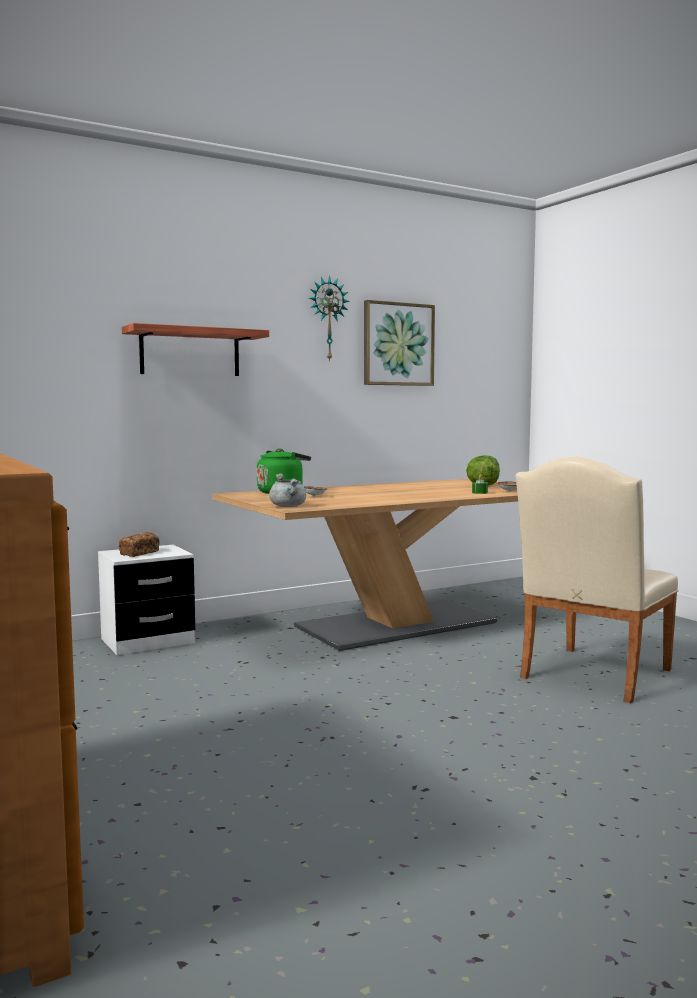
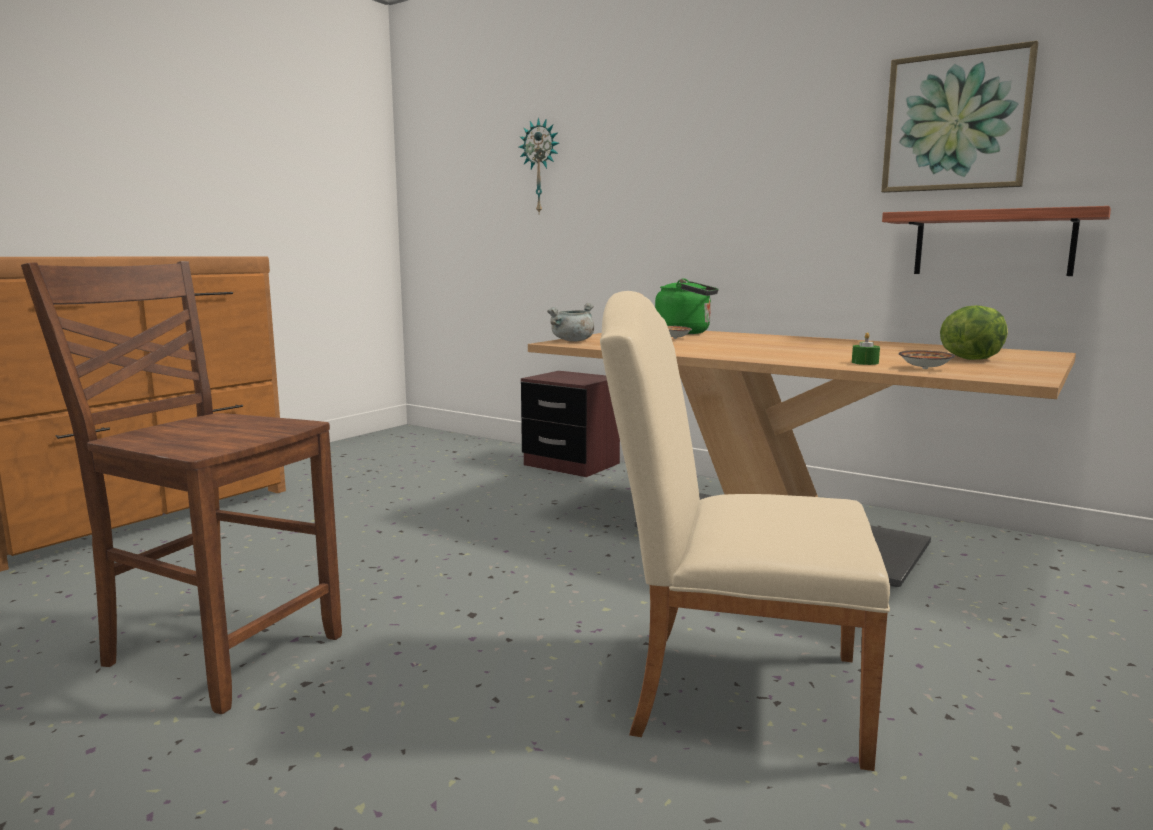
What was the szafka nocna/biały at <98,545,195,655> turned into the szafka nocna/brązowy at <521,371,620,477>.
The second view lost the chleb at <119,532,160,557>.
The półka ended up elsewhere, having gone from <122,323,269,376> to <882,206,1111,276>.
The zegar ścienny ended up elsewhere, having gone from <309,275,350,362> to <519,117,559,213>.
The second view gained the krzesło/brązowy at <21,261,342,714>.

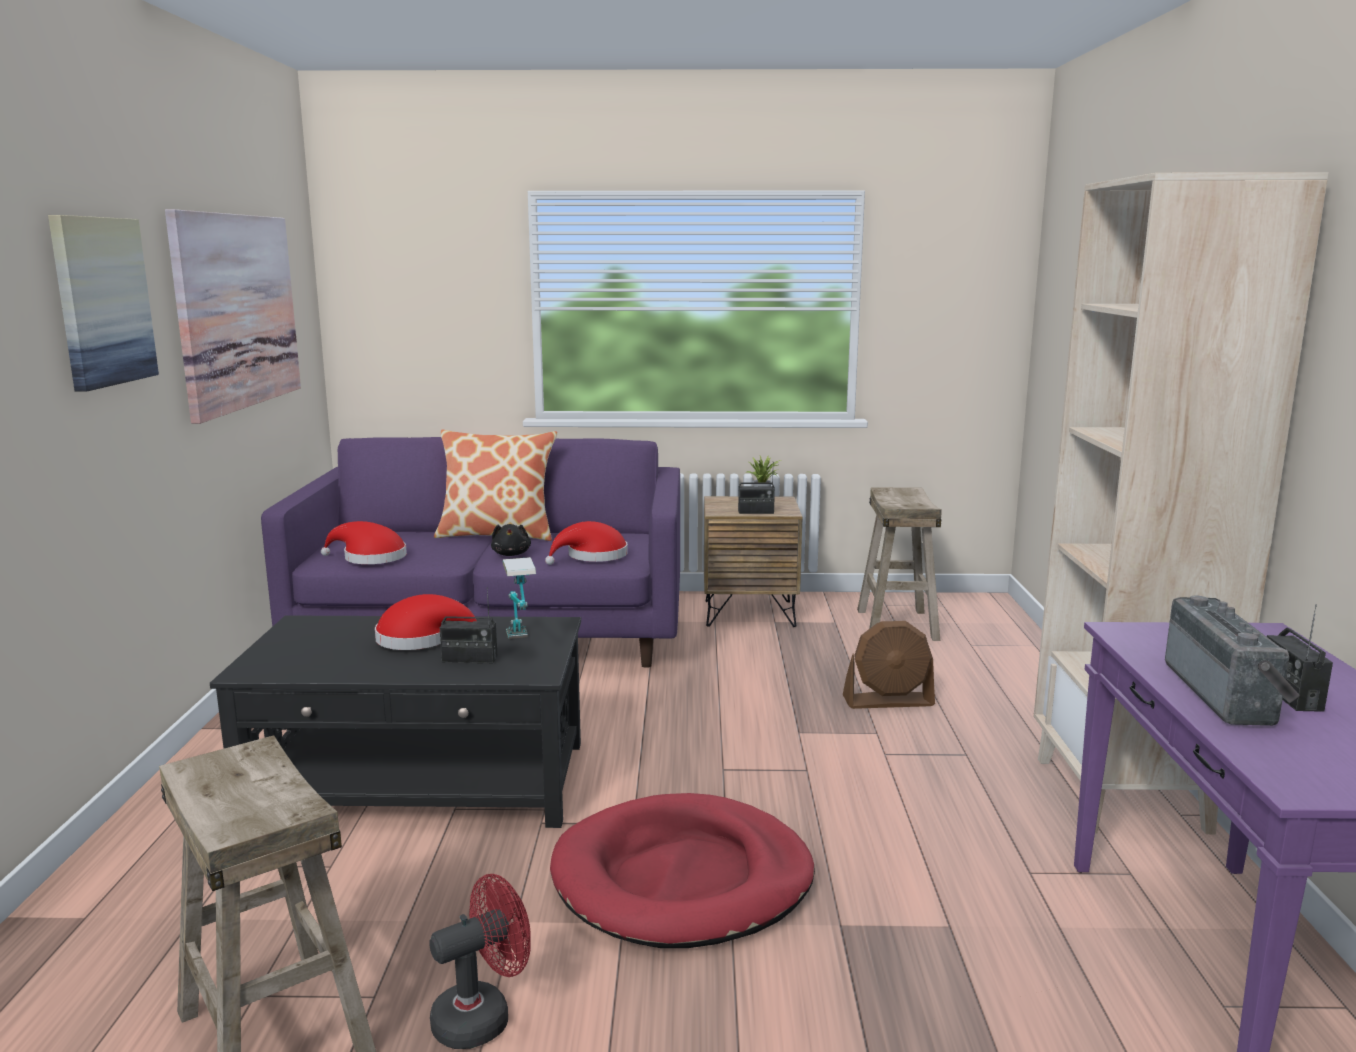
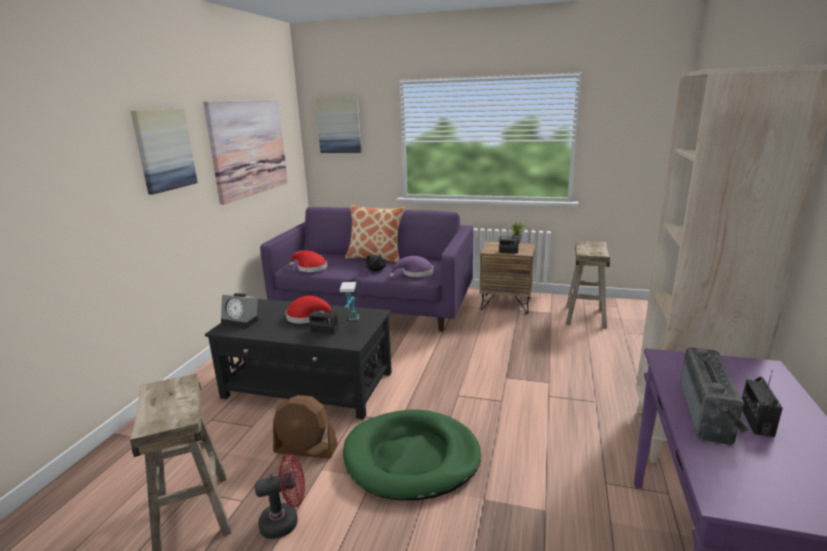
What was the kapelusz/czerwony at <545,521,628,565> turned into the kapelusz/fioletowy at <390,256,433,277>.
What was the legowisko/czerwony at <550,793,815,948> turned into the legowisko/zielony at <343,410,481,501>.
The wentylator/brązowy ended up elsewhere, having gone from <843,621,935,709> to <273,395,338,459>.
The second view gained the budzik at <221,293,259,329>.
The second view gained the obraz at <316,98,362,153>.

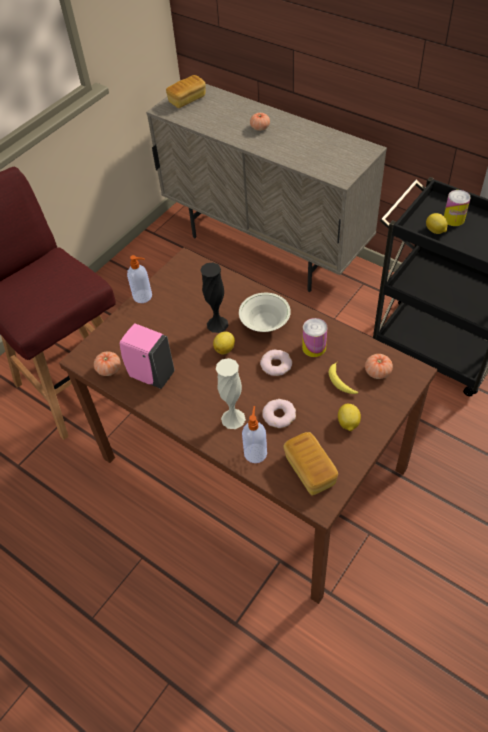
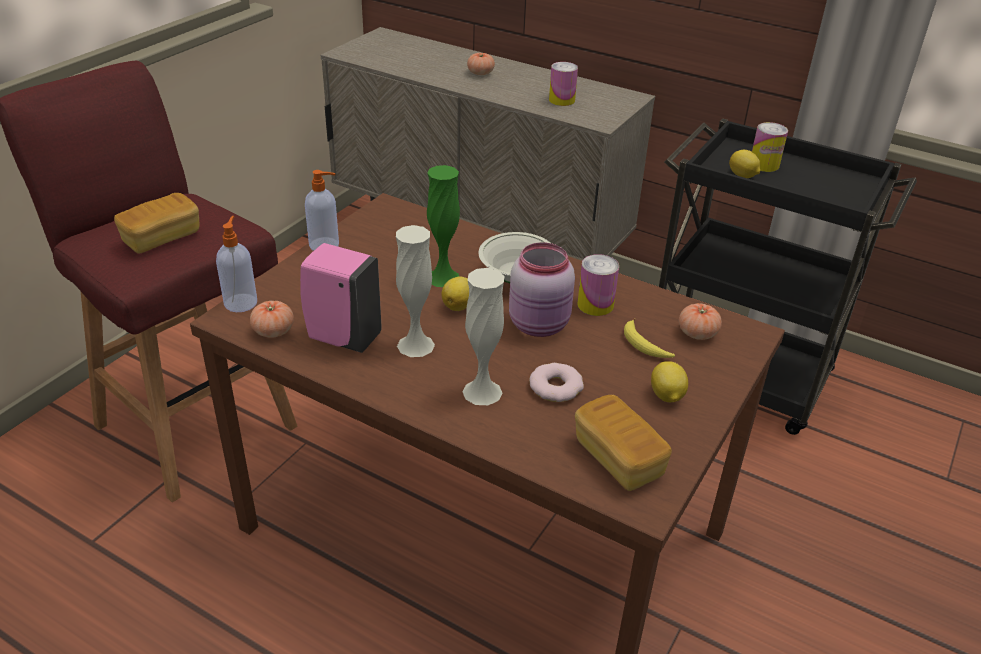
The chleb ended up elsewhere, having gone from <166,75,206,108> to <114,193,200,254>.
What was the wazon/czarny at <200,263,229,333> turned into the wazon/zielony at <427,165,460,287>.
The dozownik mydła ended up elsewhere, having gone from <242,406,267,463> to <216,216,257,312>.
Where the donut stood at <260,350,292,376>, the słoik/różowy came to stand at <509,242,575,337>.
The second view gained the wazon/biały at <396,225,435,357>.
The second view gained the puszka at <549,62,578,106>.

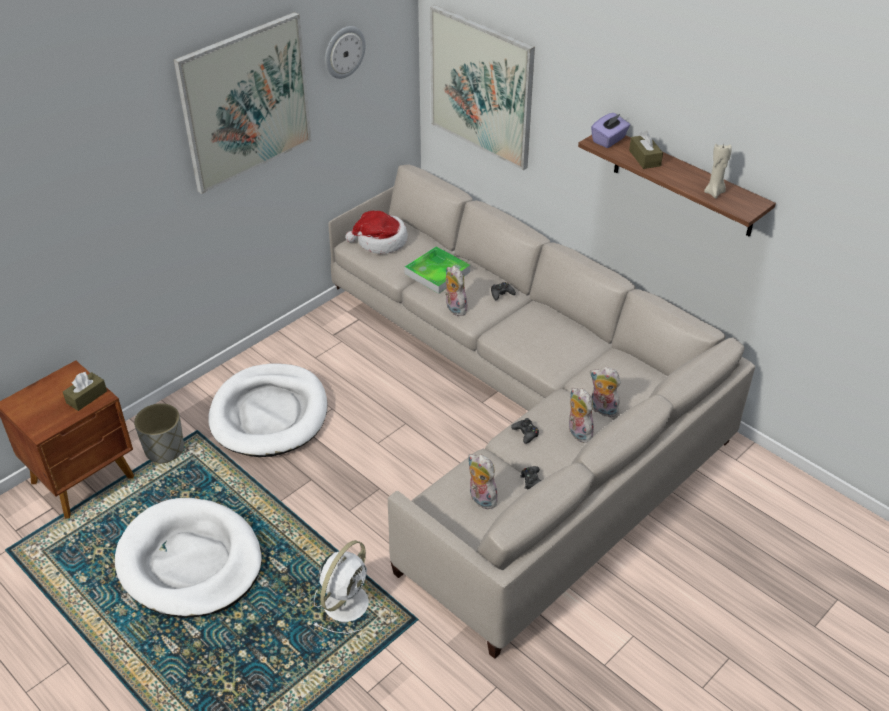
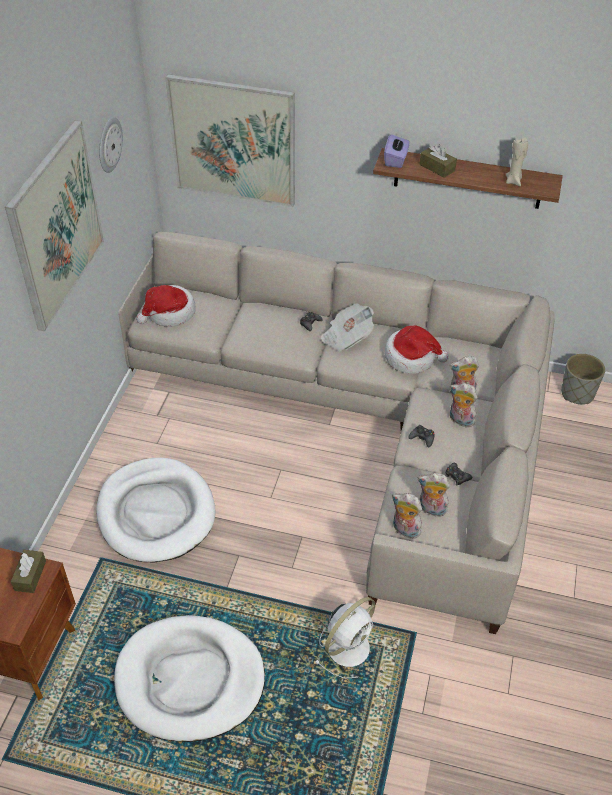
The donica/szary ended up elsewhere, having gone from <134,403,184,463> to <561,354,605,404>.
The wentylator/biały at <313,540,369,634> ended up facing another way, 45 degrees clockwise from before.
The second view lost the taca at <404,246,470,294>.
The pluszak ended up elsewhere, having gone from <444,266,468,316> to <392,493,422,539>.
The second view gained the gazeta at <321,303,374,352>.
The second view gained the kapelusz at <384,326,449,374>.

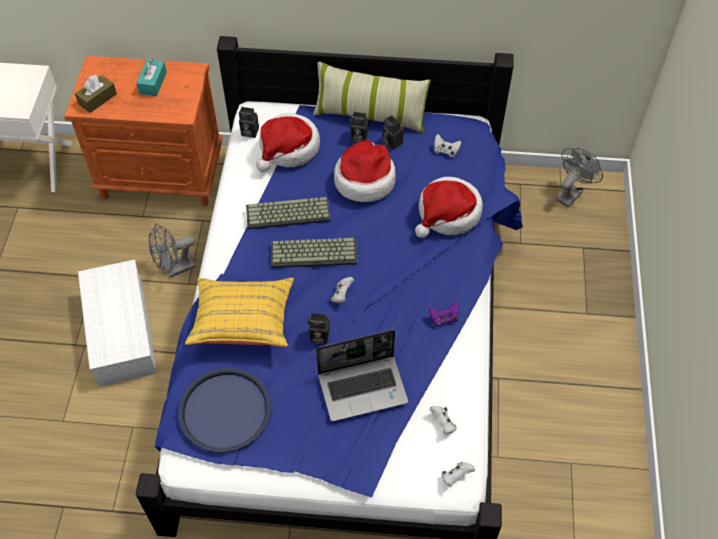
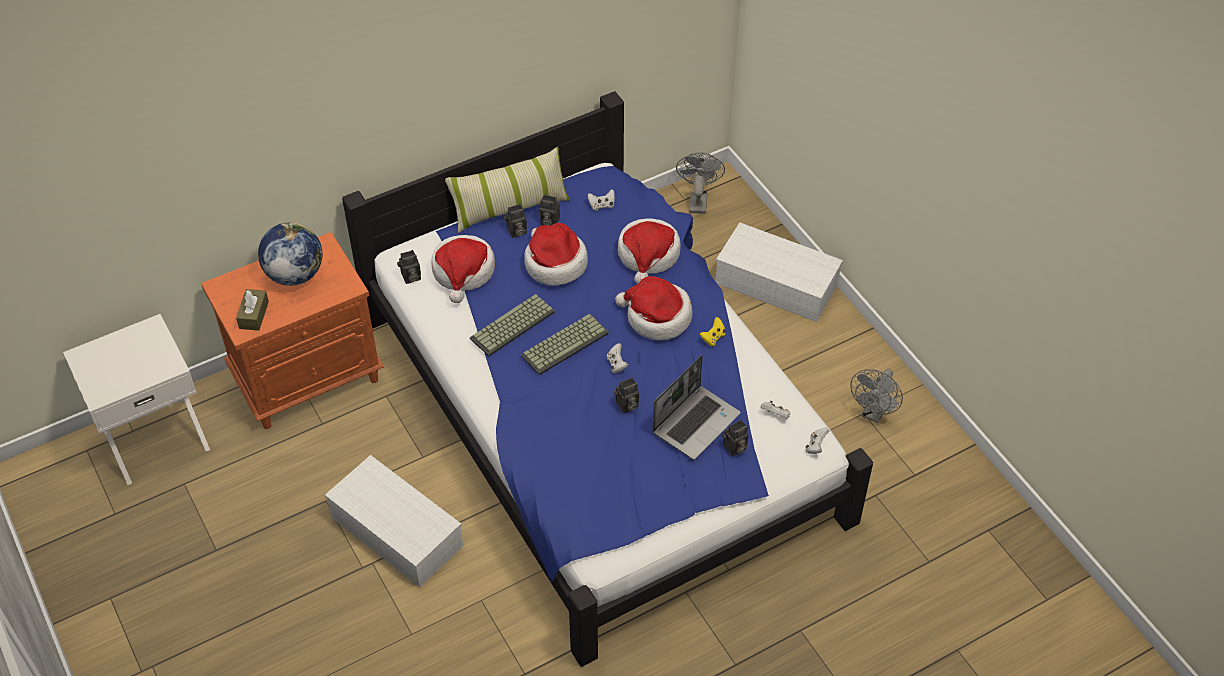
Where the pudełko chusteczek/turkusowy stood at <136,59,167,96>, the globus came to stand at <258,222,323,286>.
The wentylator/szary ended up elsewhere, having gone from <148,223,196,278> to <850,369,903,423>.
The second view lost the taca/niebieski at <178,368,271,453>.
The second view lost the poduszka/żółty at <185,278,294,347>.
What was the pad do gier/fioletowy at <429,301,459,327> turned into the pad do gier/żółty at <700,317,726,346>.
The second view gained the kapelusz at <615,276,692,340>.
The second view gained the pojemnik do przechowywania/biały at <716,222,843,322>.
The second view gained the aparat fotograficzny at <722,420,749,456>.

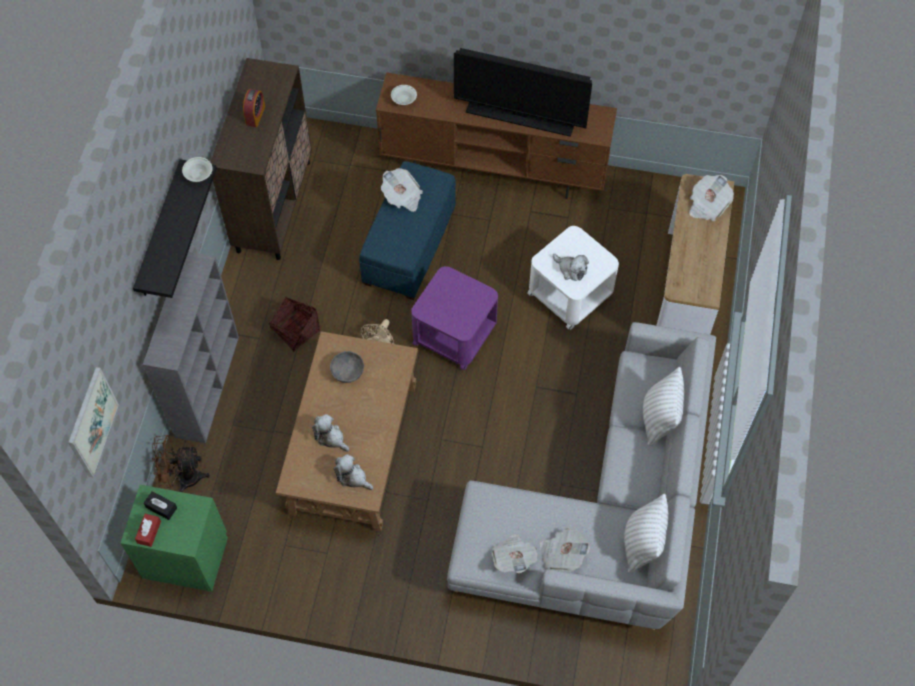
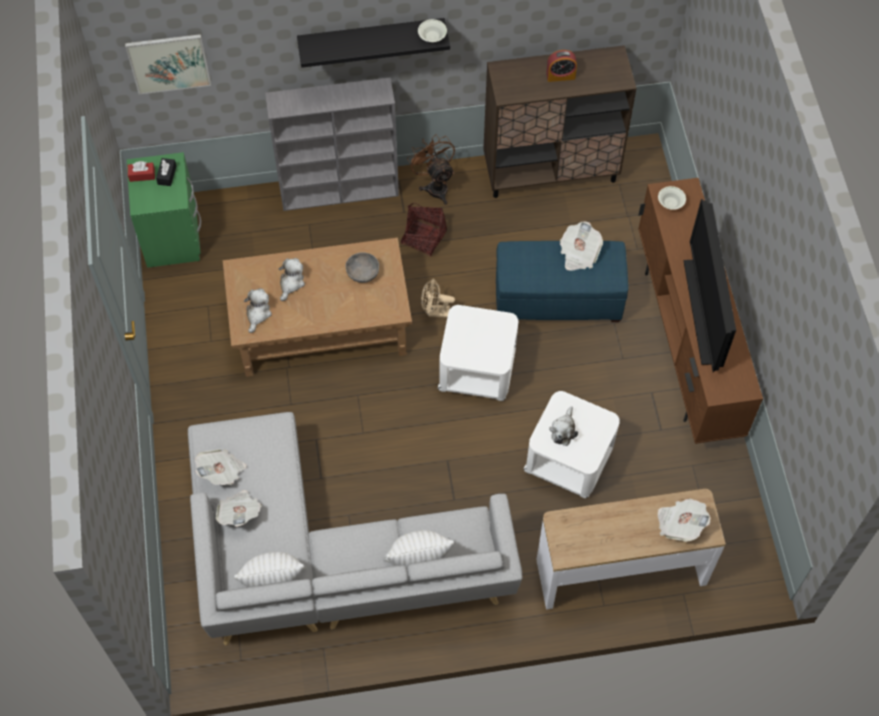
The wentylator/brązowy ended up elsewhere, having gone from <152,435,210,492> to <407,134,455,205>.
What was the stolik/fioletowy at <411,266,498,370> turned into the stolik/biały at <438,305,518,401>.

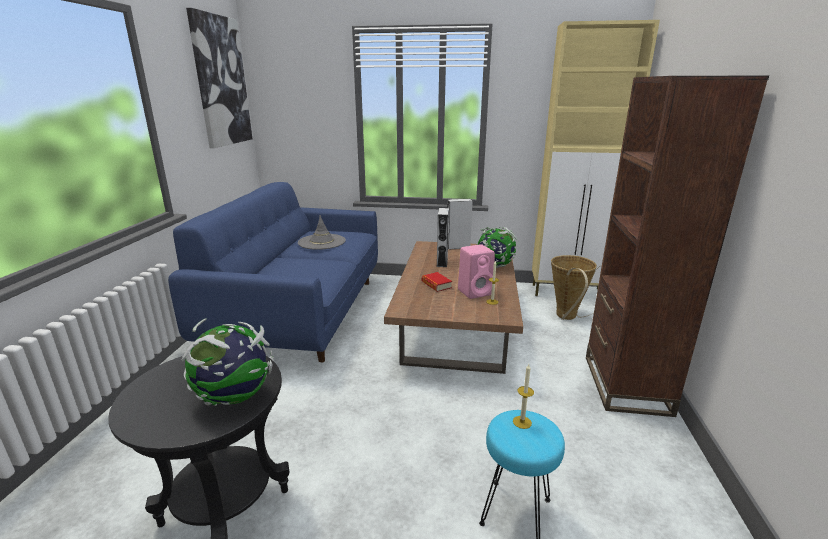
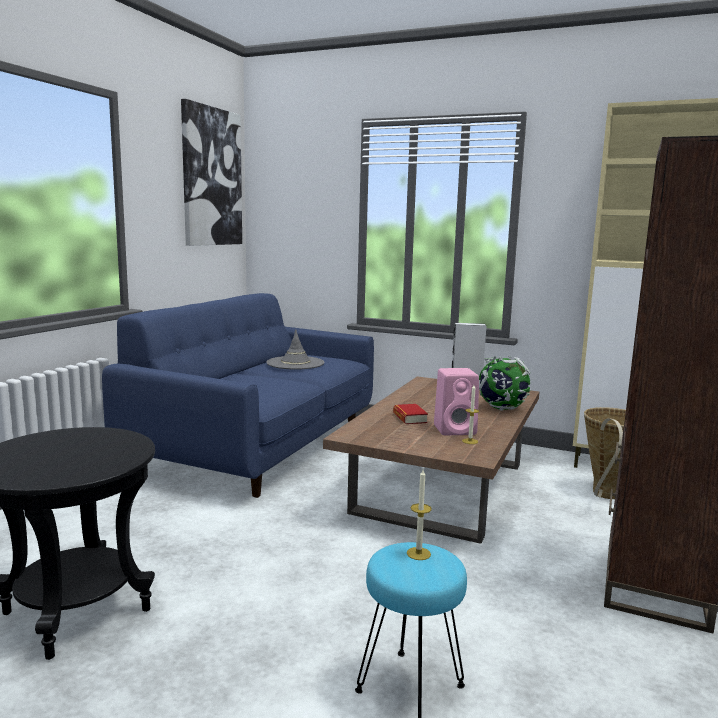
The second view lost the globus at <181,318,274,406>.
The second view lost the głośnik/szary at <436,208,449,267>.

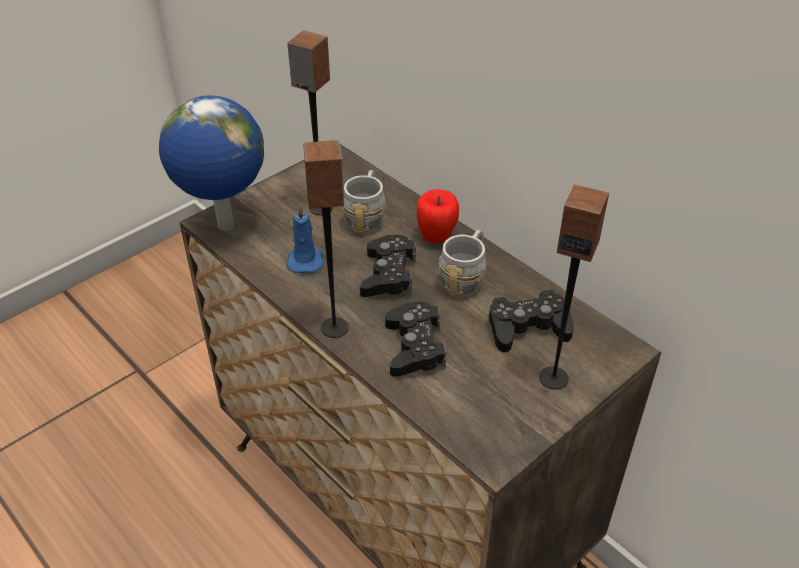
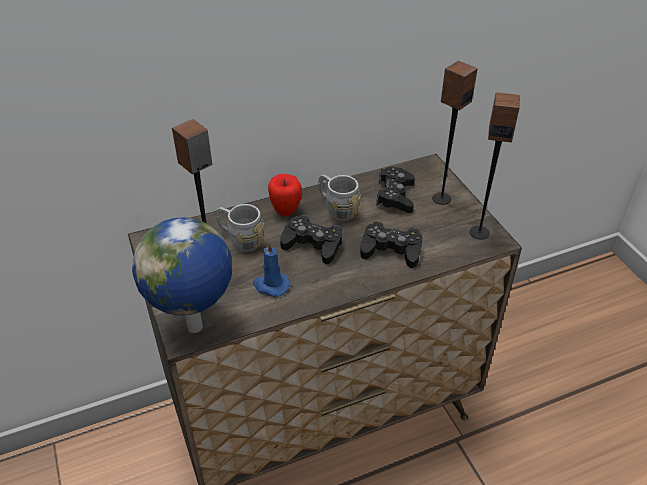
The głośnik ended up elsewhere, having gone from <303,140,349,338> to <469,92,520,239>.

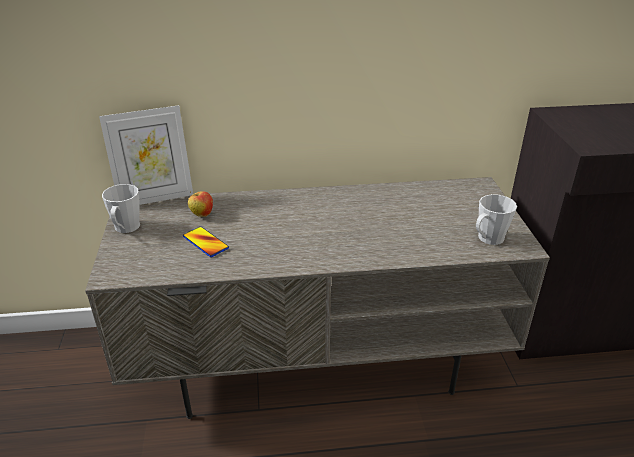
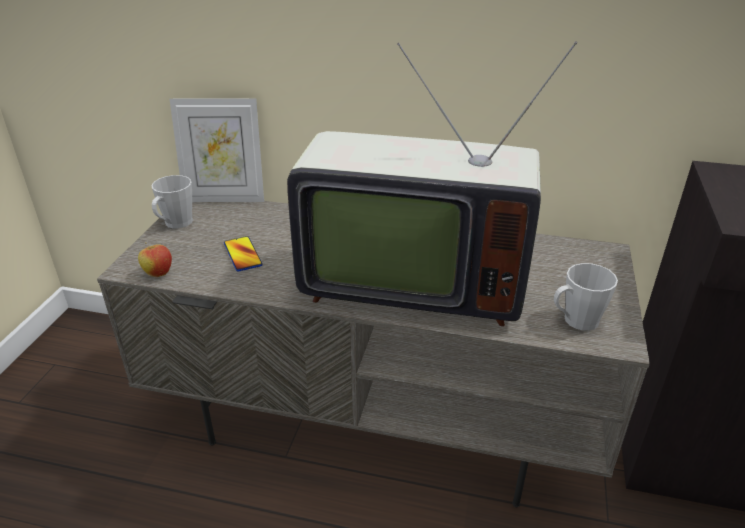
The jabłko ended up elsewhere, having gone from <188,191,213,217> to <138,242,172,277>.
The second view gained the telewizor at <287,41,577,327>.

